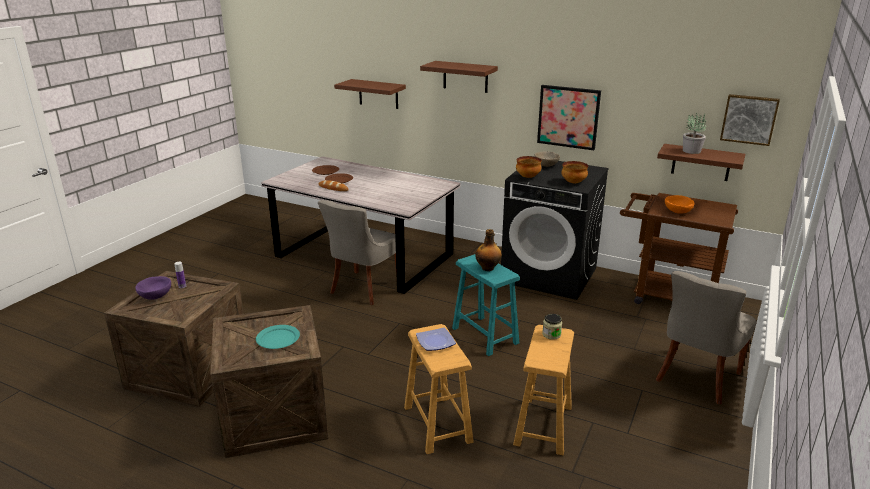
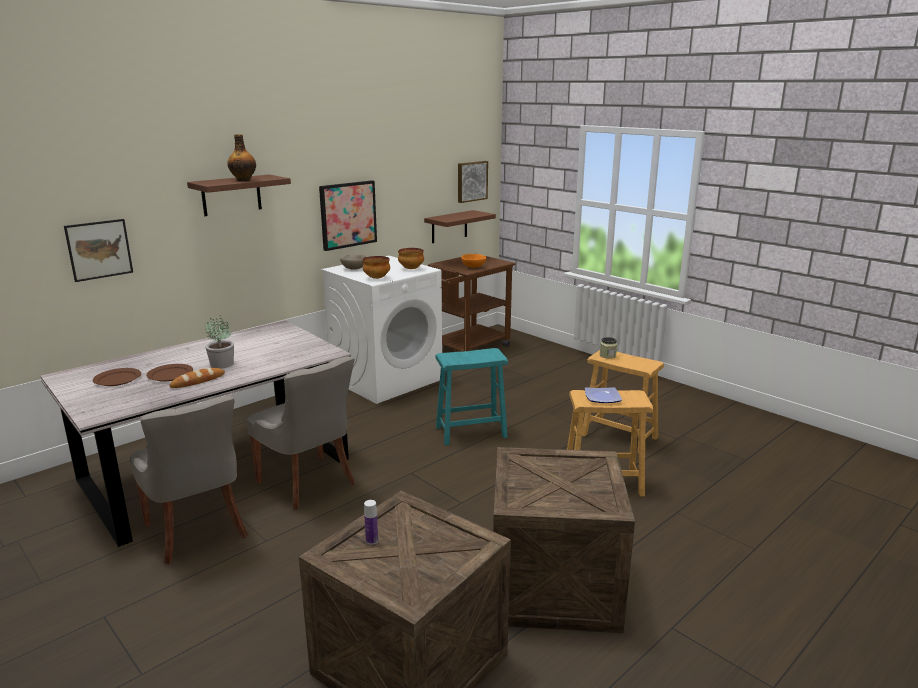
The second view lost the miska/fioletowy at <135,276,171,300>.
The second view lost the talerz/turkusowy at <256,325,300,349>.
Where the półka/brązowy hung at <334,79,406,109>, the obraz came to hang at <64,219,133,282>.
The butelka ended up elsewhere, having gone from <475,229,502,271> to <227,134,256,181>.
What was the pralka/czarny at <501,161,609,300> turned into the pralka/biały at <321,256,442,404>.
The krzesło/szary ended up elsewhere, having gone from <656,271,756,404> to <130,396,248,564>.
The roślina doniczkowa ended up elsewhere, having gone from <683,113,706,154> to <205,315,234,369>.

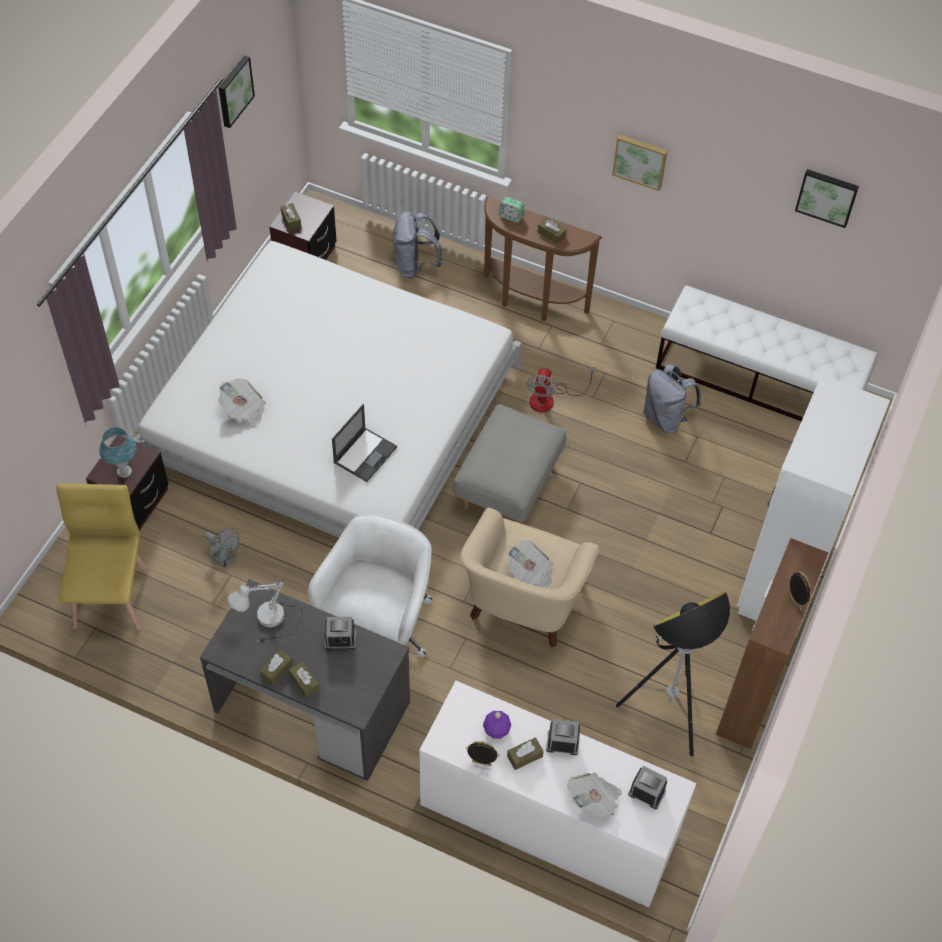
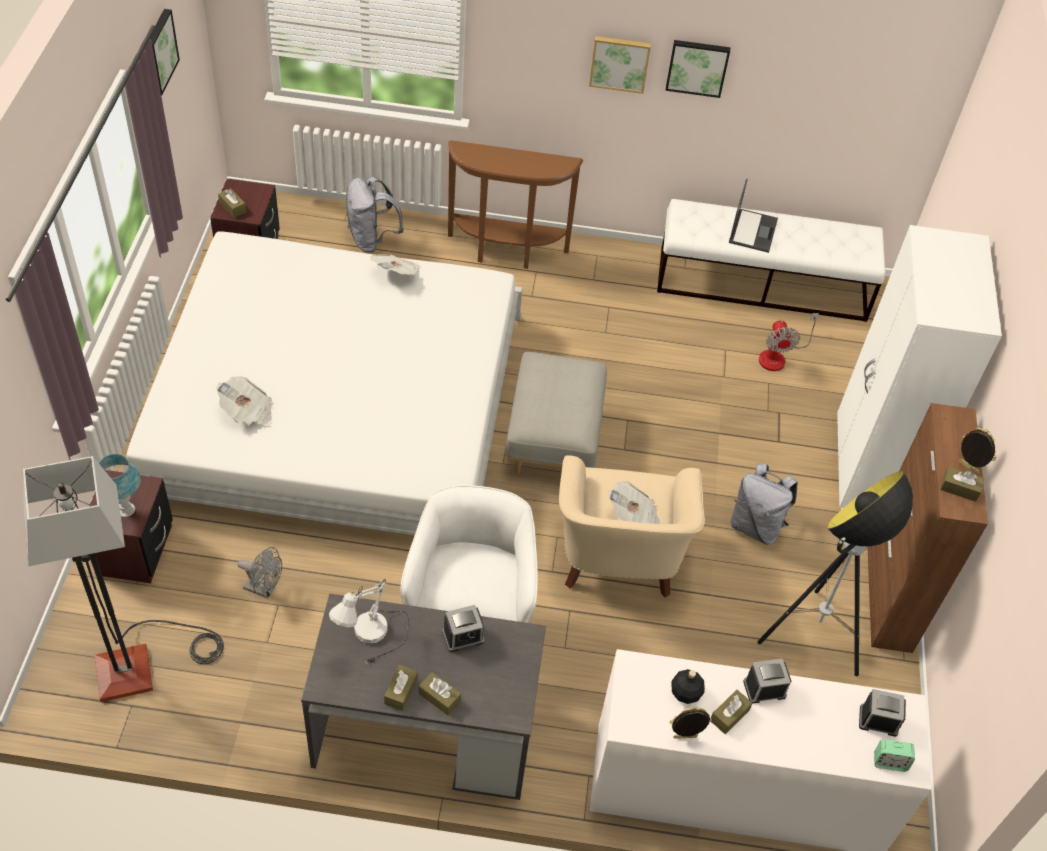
Where the krzesło/żółty stood at <56,483,149,630>, the lampa stojąca came to stand at <23,456,224,702>.
The laptop ended up elsewhere, having gone from <332,404,397,482> to <729,178,778,253>.
What was the butelka/fioletowy at <483,711,511,739> turned into the butelka/czarny at <671,669,705,704>.
The budzik ended up elsewhere, having gone from <499,197,524,223> to <874,739,915,772>.
The wentylator ended up elsewhere, having gone from <526,367,596,412> to <759,313,819,371>.
The pudełko chusteczek/brązowy ended up elsewhere, having gone from <538,217,567,244> to <940,467,984,502>.
The gazeta ended up elsewhere, having gone from <567,772,622,817> to <370,254,419,275>.
The plecak/szary ended up elsewhere, having gone from <643,364,701,434> to <730,464,798,545>.
The obraz ended up elsewhere, having gone from <795,169,859,228> to <665,40,730,98>.

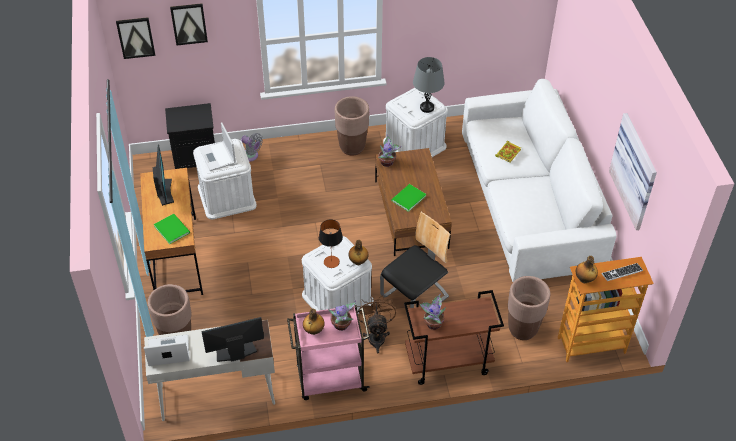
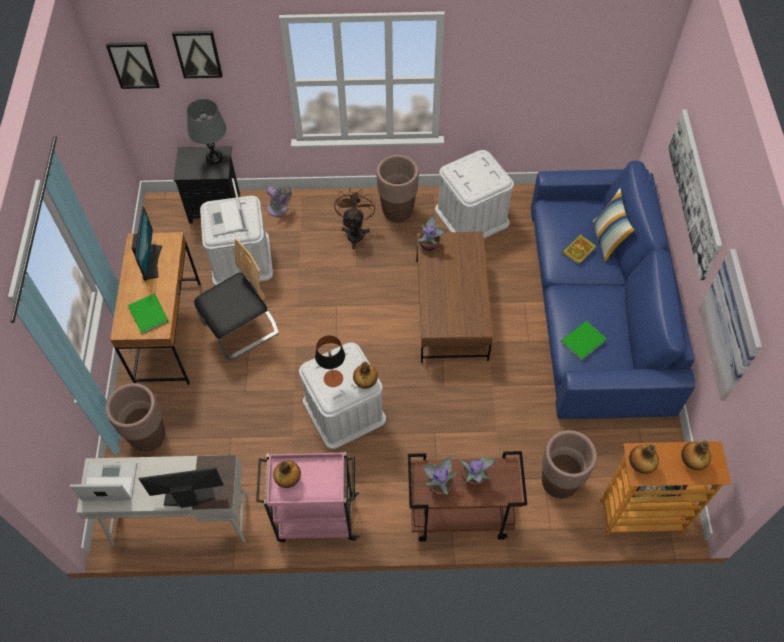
The roślina doniczkowa ended up elsewhere, having gone from <328,300,356,331> to <460,456,496,486>.
The wentylator/brązowy ended up elsewhere, having gone from <357,295,396,353> to <334,188,376,249>.
The krzesło ended up elsewhere, having gone from <380,212,450,308> to <194,238,279,360>.
The książka/zielony ended up elsewhere, having gone from <391,184,426,212> to <561,321,606,361>.
The lampa stołowa/szary ended up elsewhere, having gone from <413,57,445,113> to <187,99,227,165>.
What was the kanapa/biały at <462,79,617,282> turned into the kanapa/niebieski at <531,161,695,419>.
Where the klawiatura stood at <601,263,643,281>, the butelka came to stand at <681,441,711,470>.
The second view gained the poduszka at <593,188,635,263>.
The second view gained the obraz at <668,110,722,280>.

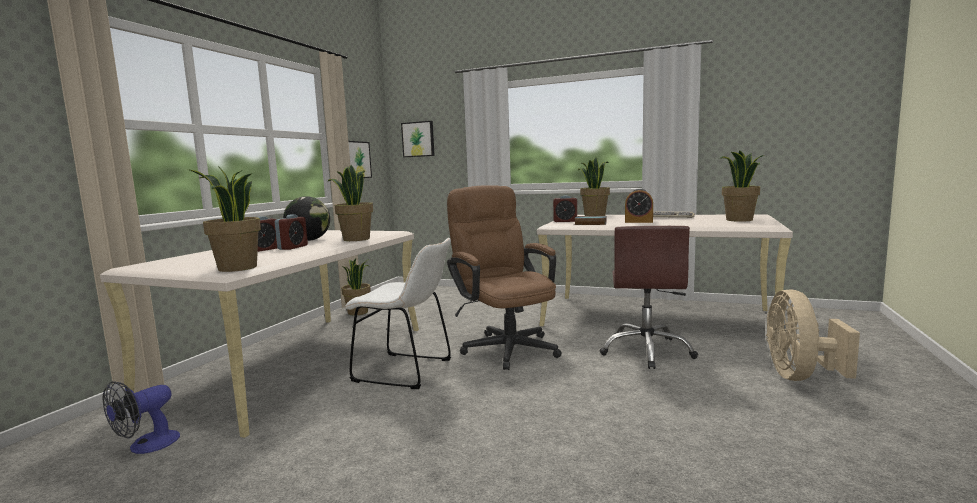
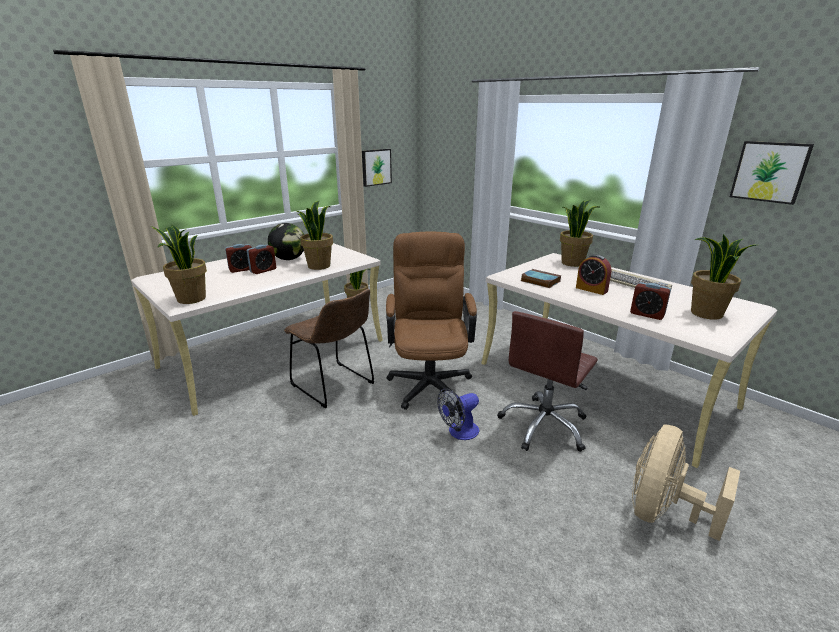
The wentylator ended up elsewhere, having gone from <102,381,180,454> to <437,388,479,440>.
What was the krzesło/biały at <345,238,451,389> turned into the krzesło/brązowy at <284,289,375,408>.
The obraz ended up elsewhere, having gone from <401,121,435,157> to <730,141,814,205>.
The budzik ended up elsewhere, having gone from <553,195,577,222> to <630,282,671,320>.

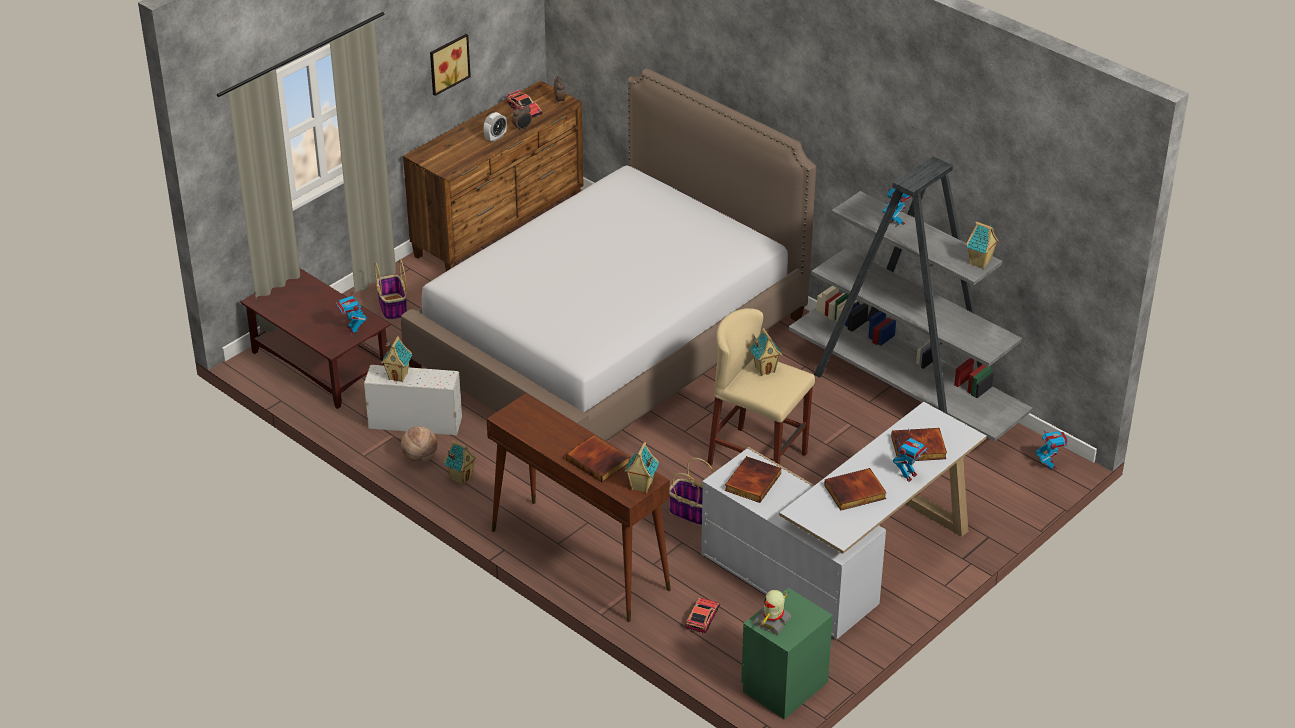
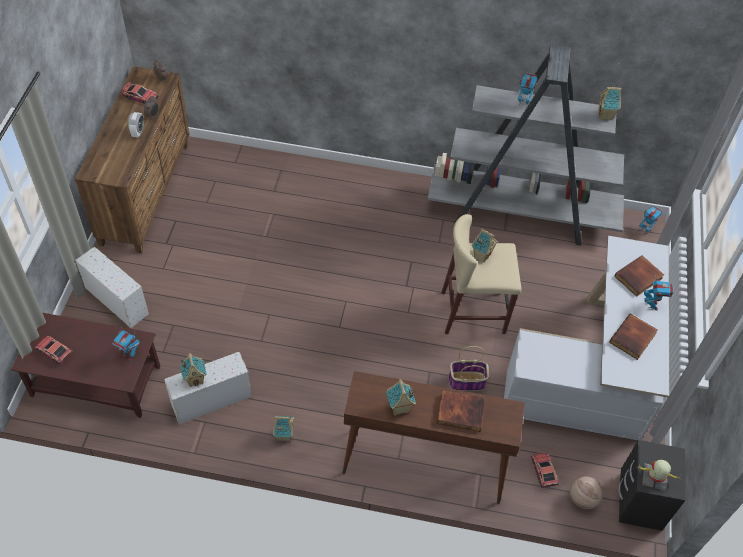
Where the koszyk stood at <375,259,407,320>, the pojemnik do przechowywania/biały came to stand at <75,247,149,328>.
The second view lost the łóżko at <401,68,816,441>.
The piłka do koszykówki ended up elsewhere, having gone from <401,426,438,463> to <570,476,603,509>.
The second view lost the obraz at <430,34,471,96>.
The domek ended up elsewhere, having gone from <624,442,659,493> to <386,379,416,416>.
The second view lost the książka at <725,456,781,503>.
What was the szafka nocna/zielony at <741,588,833,719> turned into the szafka nocna/czarny at <619,440,686,531>.
The robot zabawkowy at <752,590,791,634> ended up facing another way, 105 degrees clockwise from before.
The second view gained the samochodzik at <34,336,73,365>.

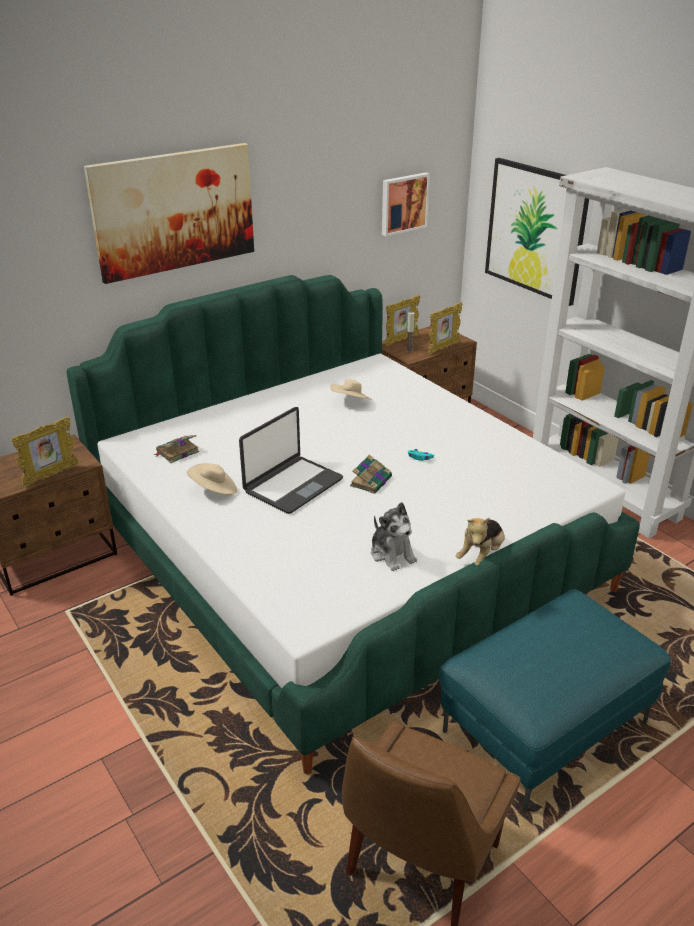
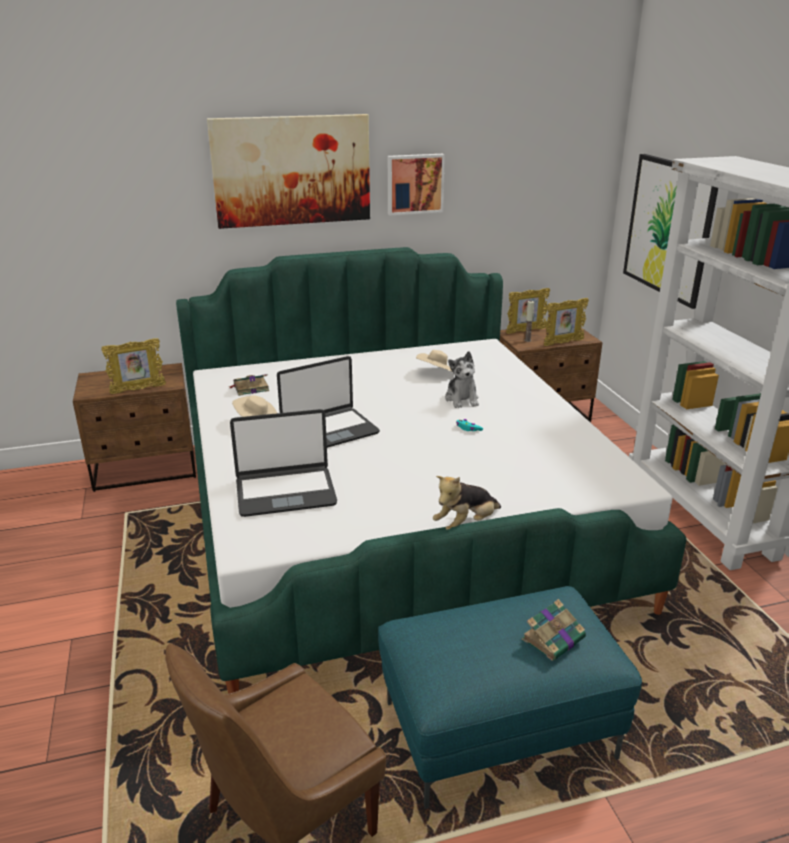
The książka ended up elsewhere, having gone from <350,455,392,494> to <522,599,586,661>.
The pluszak ended up elsewhere, having gone from <371,502,417,571> to <445,351,479,408>.
The obraz ended up elsewhere, having gone from <382,172,430,236> to <388,154,445,215>.
The second view gained the laptop at <230,409,337,517>.

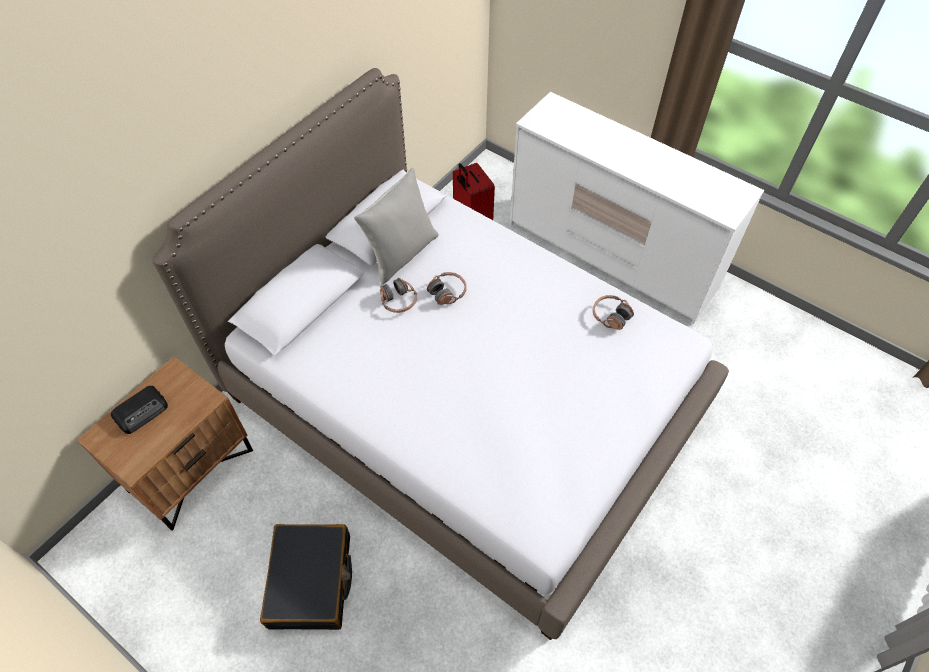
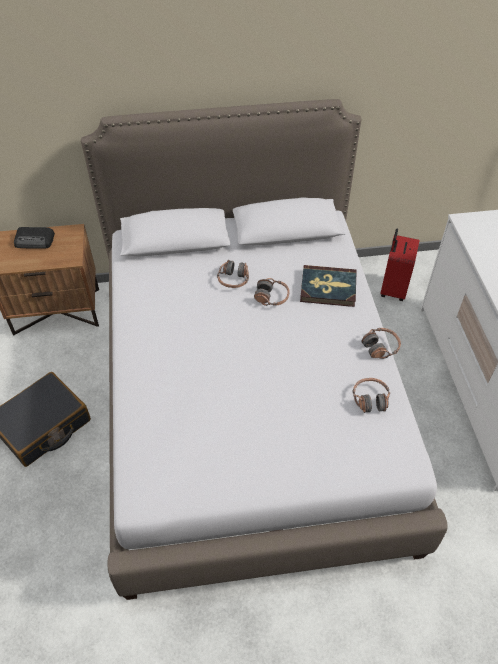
The second view lost the poduszka/szary at <354,167,439,285>.
The second view gained the książka at <300,265,357,307>.
The second view gained the słuchawki at <361,328,401,359>.

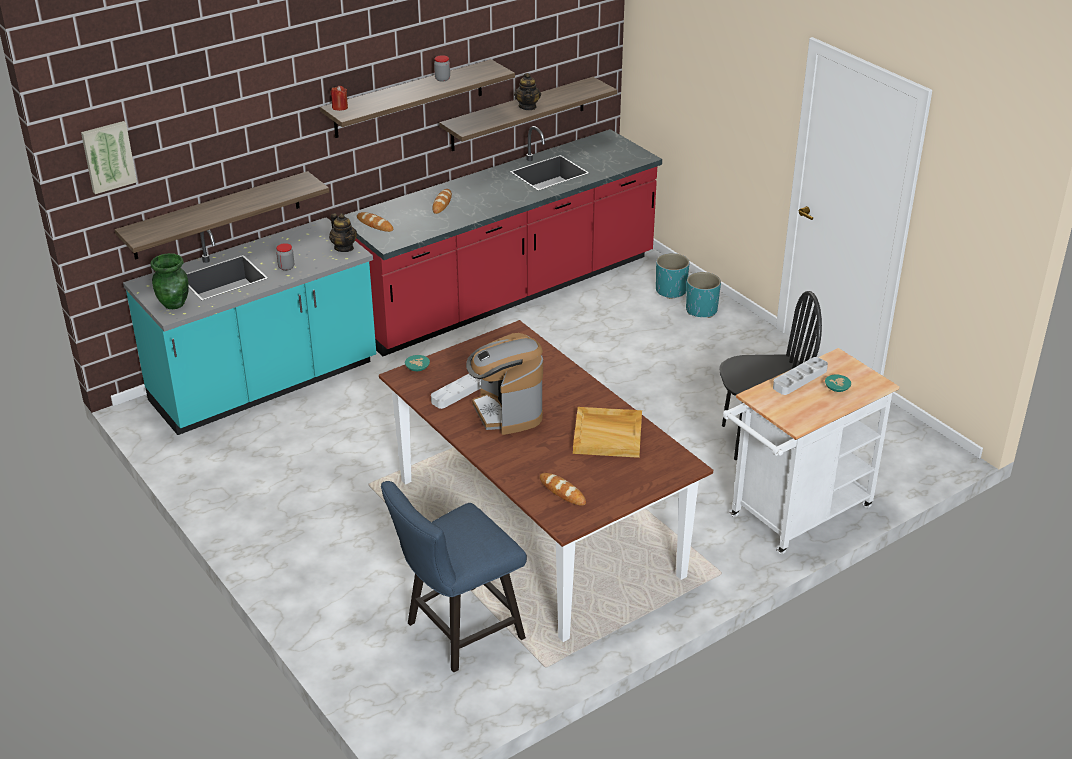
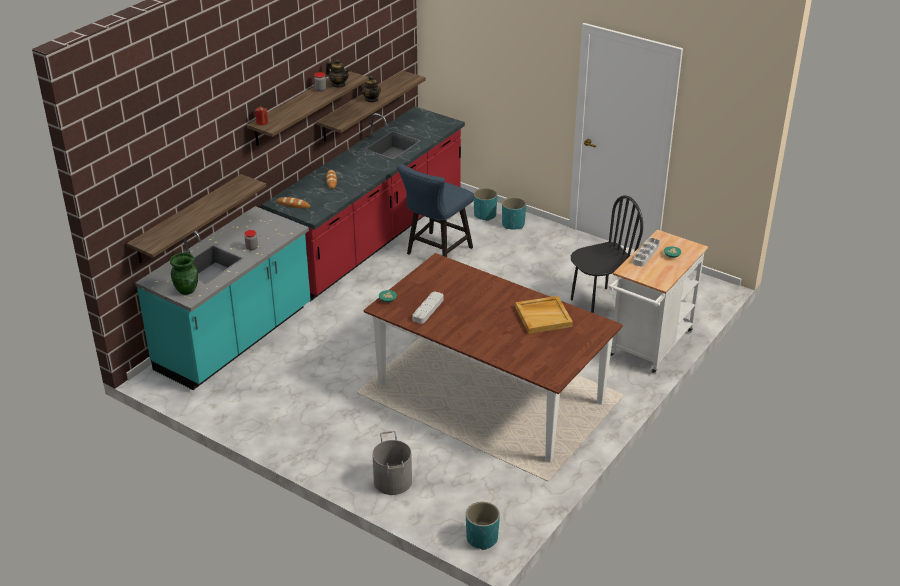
The second view lost the obraz at <81,121,137,194>.
The imbryk ended up elsewhere, having gone from <329,213,357,252> to <326,59,350,88>.
The krzesło/niebieski ended up elsewhere, having gone from <381,481,527,672> to <397,164,474,257>.
The second view lost the ekspres do kawy at <466,333,543,435>.
The second view lost the chleb at <540,473,586,506>.
The second view gained the wiadro/szary at <372,431,412,495>.
The second view gained the donica/turkusowy at <466,502,500,550>.

